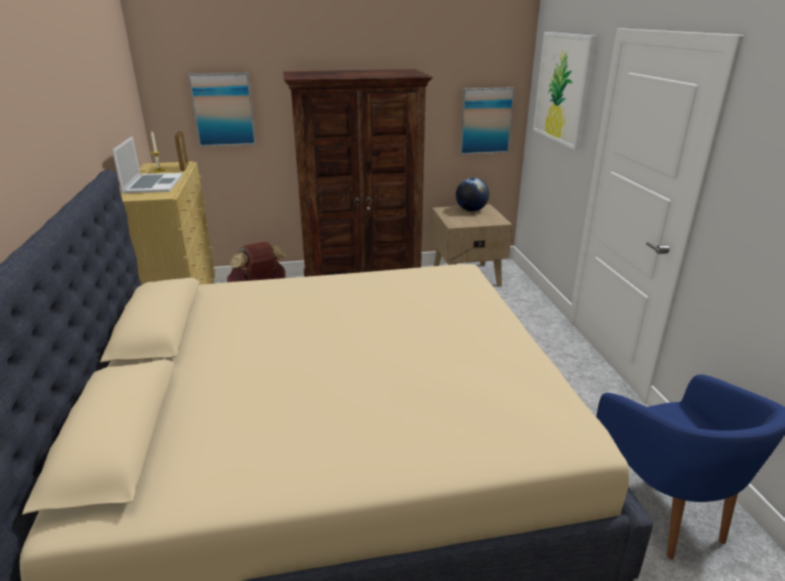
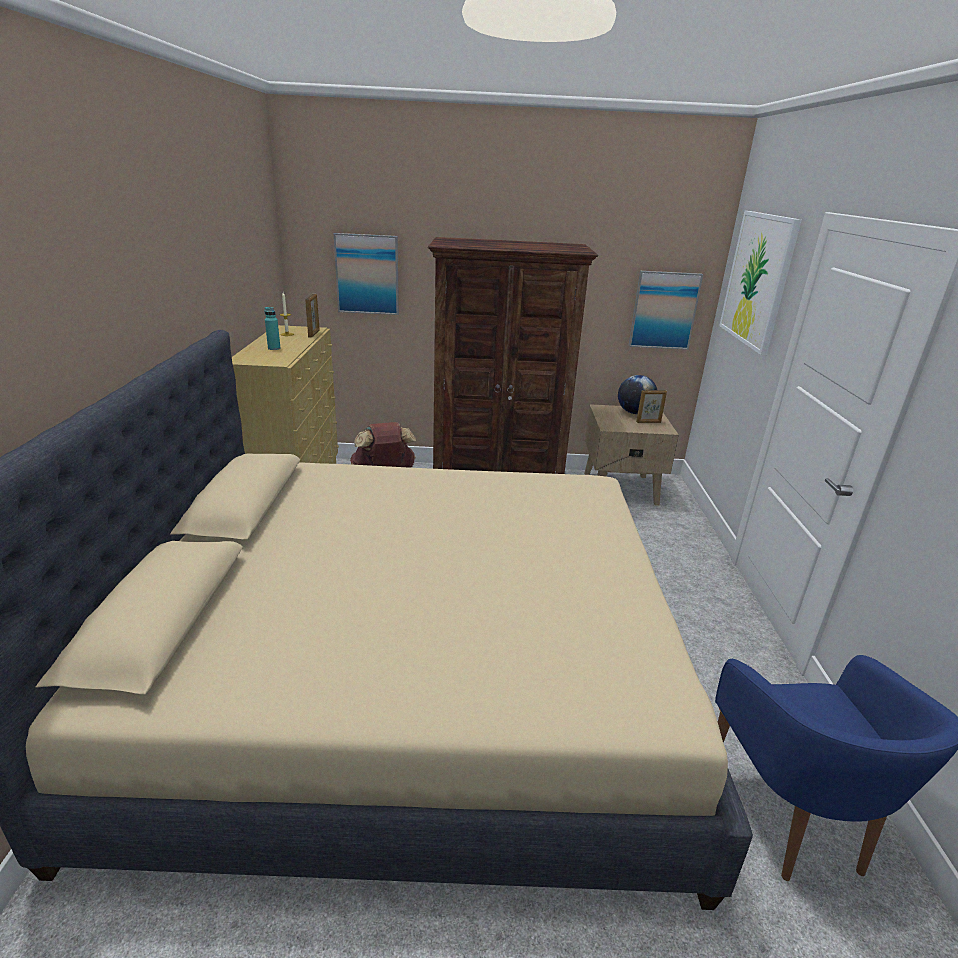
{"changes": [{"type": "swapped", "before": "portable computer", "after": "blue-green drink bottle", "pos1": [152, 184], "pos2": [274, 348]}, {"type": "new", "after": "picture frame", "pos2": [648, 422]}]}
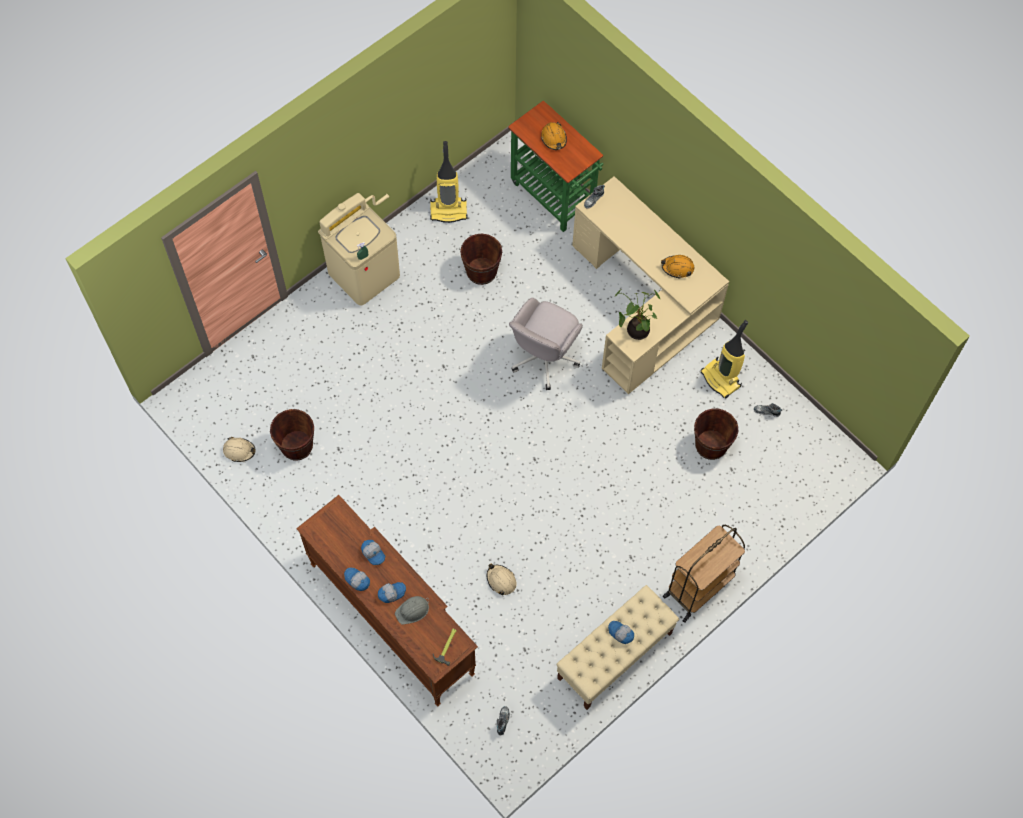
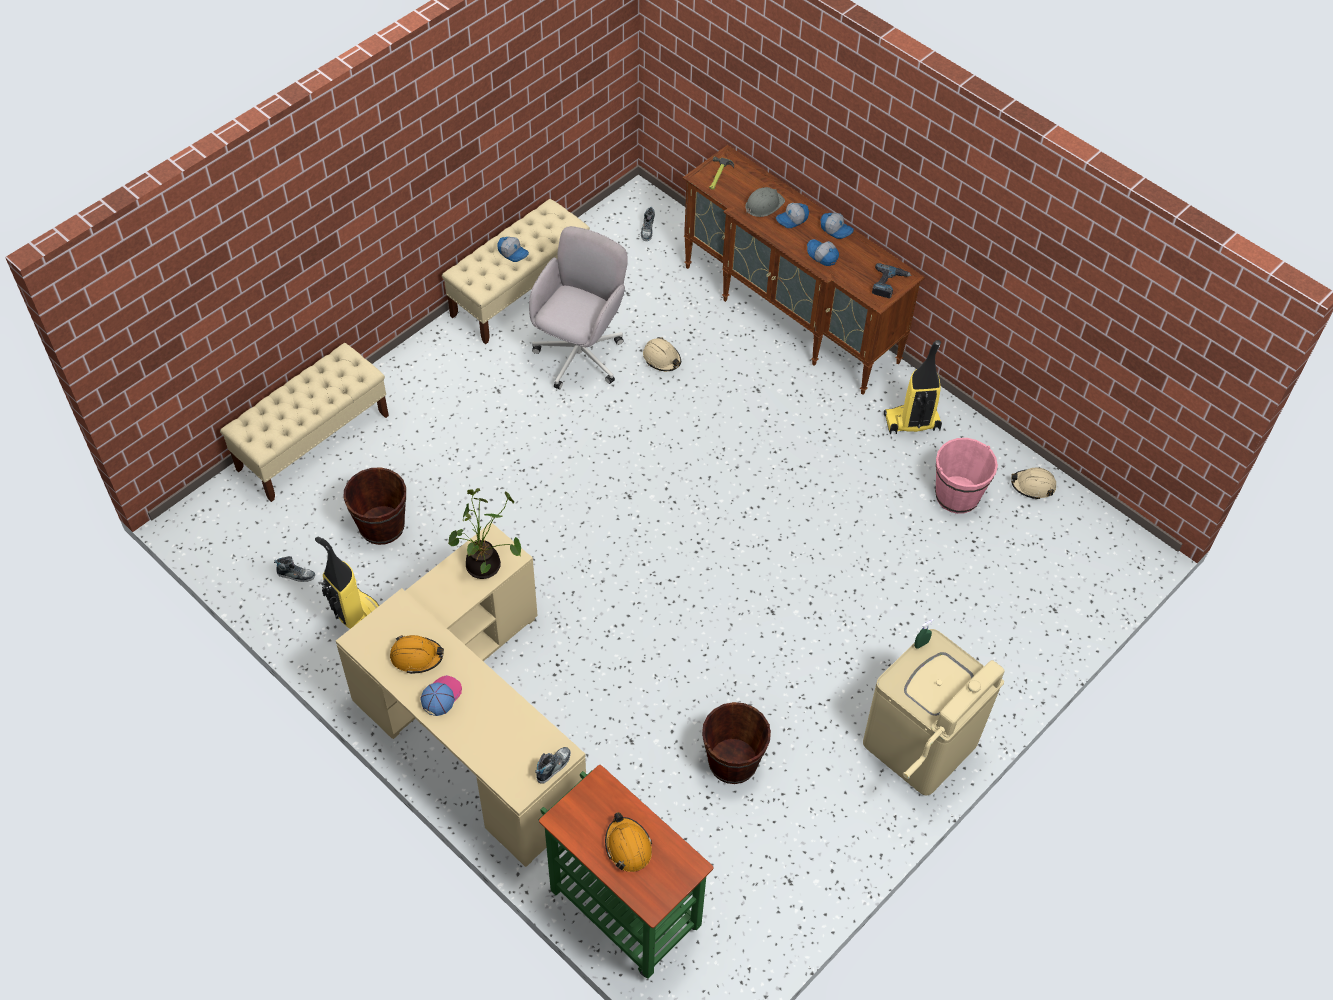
{"changes": [{"type": "new", "after": "beige-coloured long seat", "pos2": [313, 442]}, {"type": "new", "after": "peaked cap", "pos2": [441, 696]}, {"type": "shifted", "before": "grey computer chair", "pos1": [544, 359], "pos2": [580, 356]}, {"type": "new", "after": "electric drill", "pos2": [889, 284]}, {"type": "shifted", "before": "vacuum cleaner", "pos1": [449, 210], "pos2": [911, 423]}, {"type": "repainted", "before": "brownish pail", "after": "pink-coloured pail", "pos1": [296, 446], "pos2": [957, 496]}, {"type": "gone", "before": "brownish trolley", "pos1": [700, 586]}]}
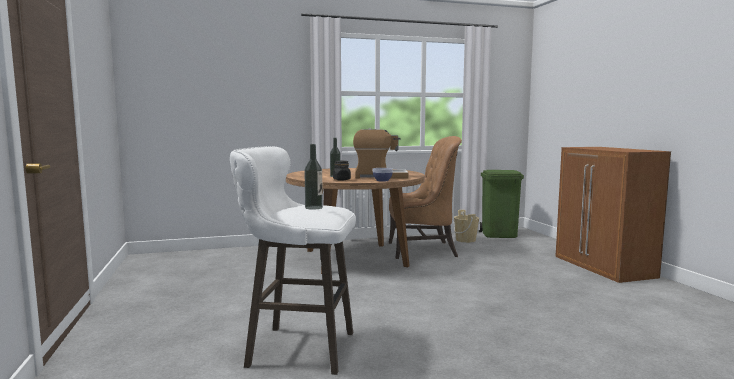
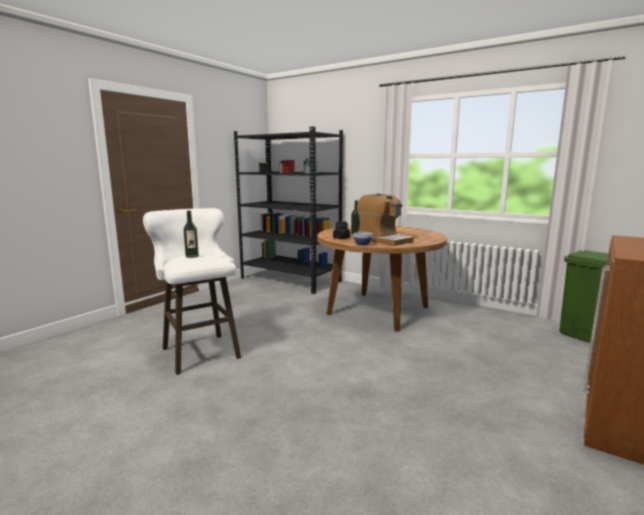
{"changes": [{"type": "new", "after": "blackish bookshelf", "pos2": [290, 280]}, {"type": "gone", "before": "brownish chair", "pos1": [423, 249]}, {"type": "gone", "before": "beige-coloured pail", "pos1": [465, 240]}]}
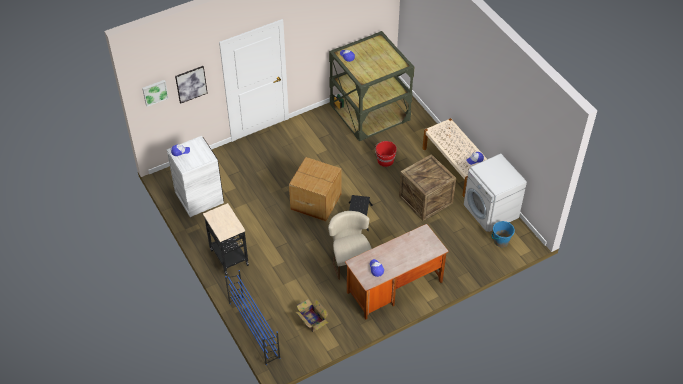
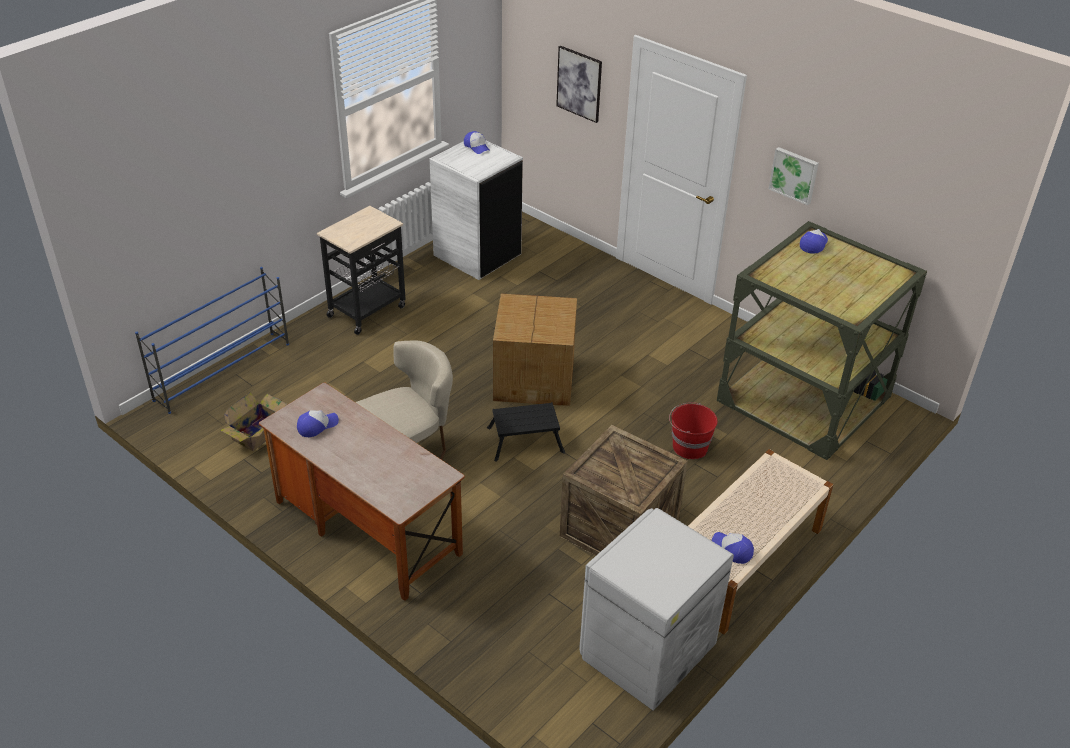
{"changes": [{"type": "shifted", "before": "wall picture", "pos1": [155, 92], "pos2": [794, 175]}, {"type": "gone", "before": "bluish pail", "pos1": [501, 241]}]}
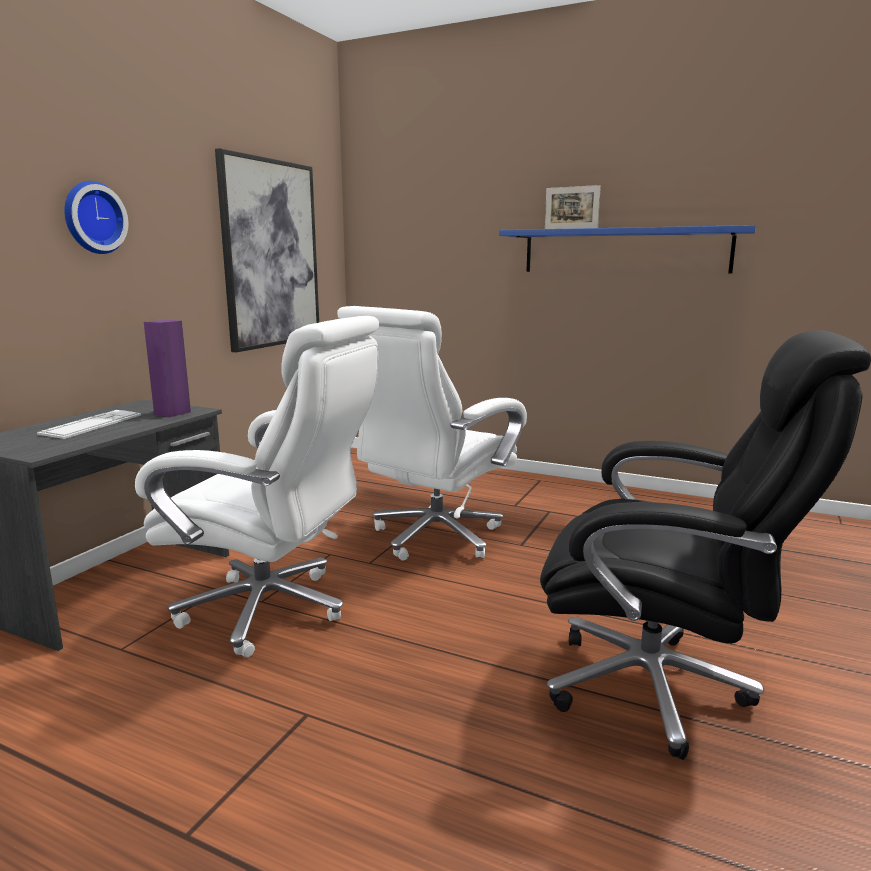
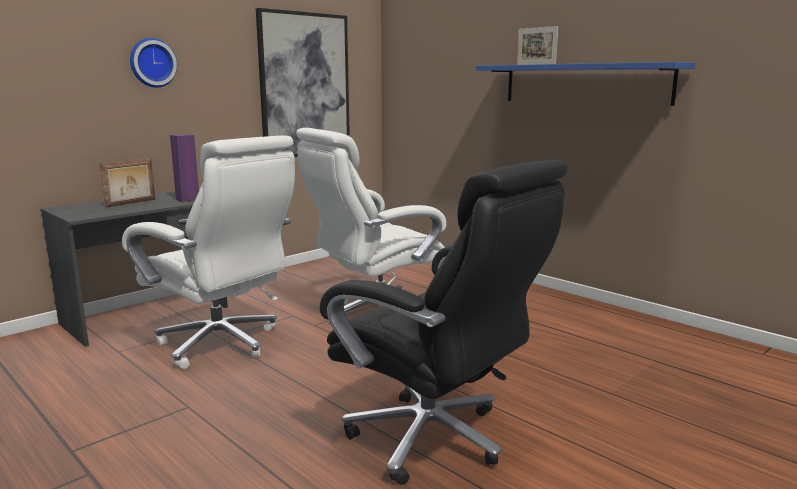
{"changes": [{"type": "swapped", "before": "computer keyboard", "after": "picture frame", "pos1": [92, 425], "pos2": [131, 203]}]}
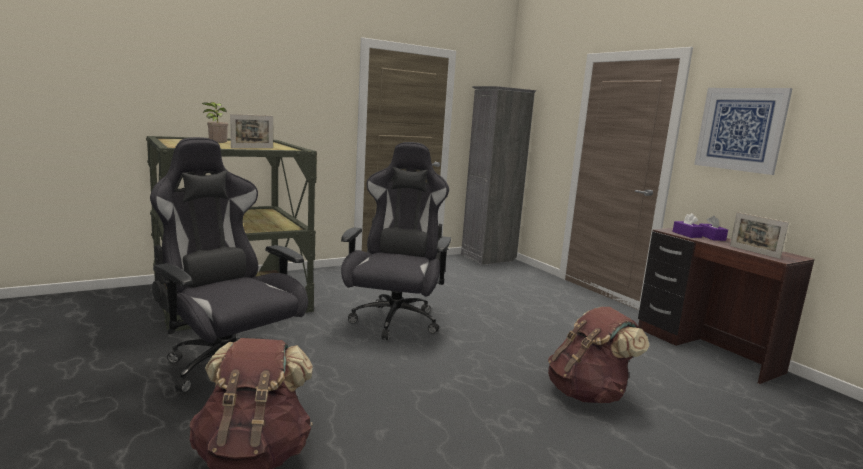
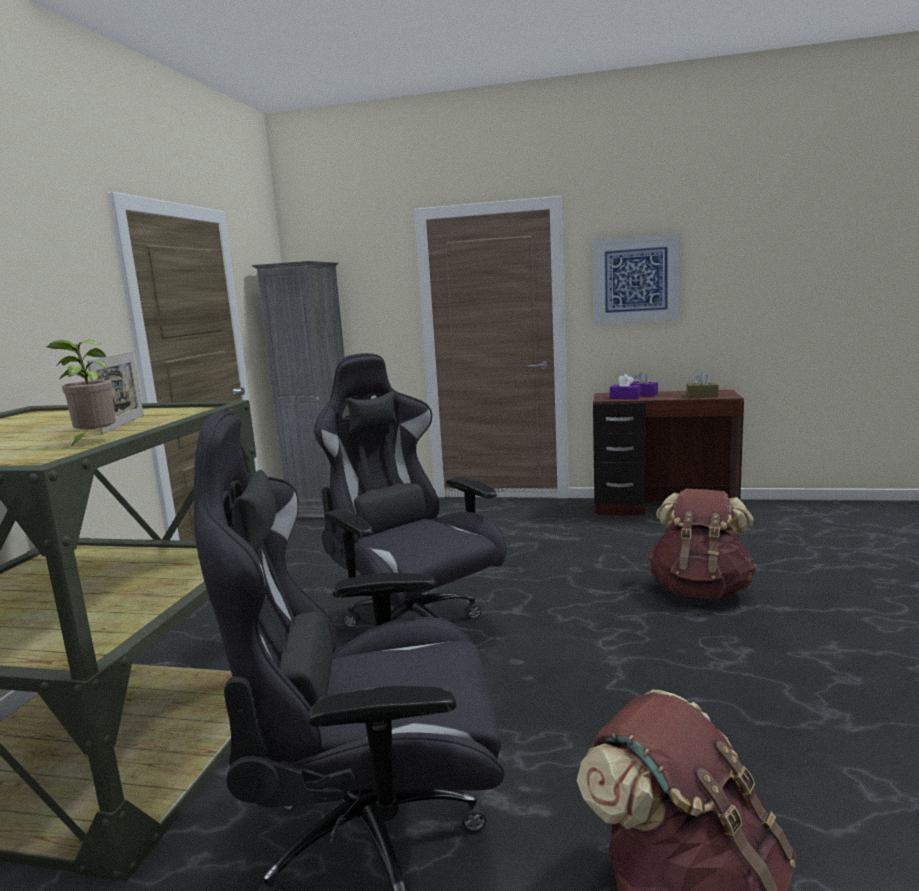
{"changes": [{"type": "swapped", "before": "picture frame", "after": "brownish tissue box", "pos1": [754, 252], "pos2": [702, 396]}]}
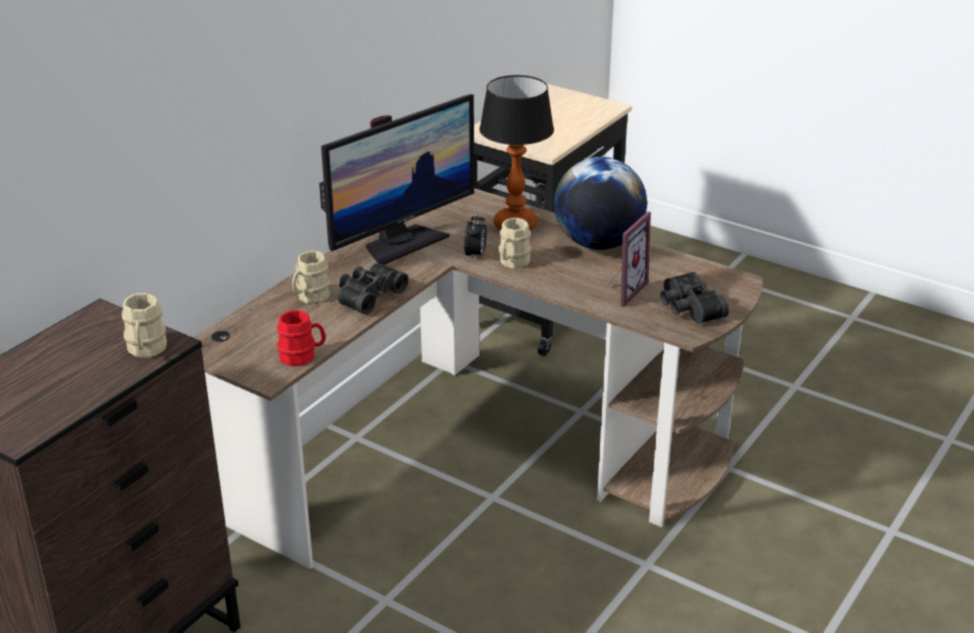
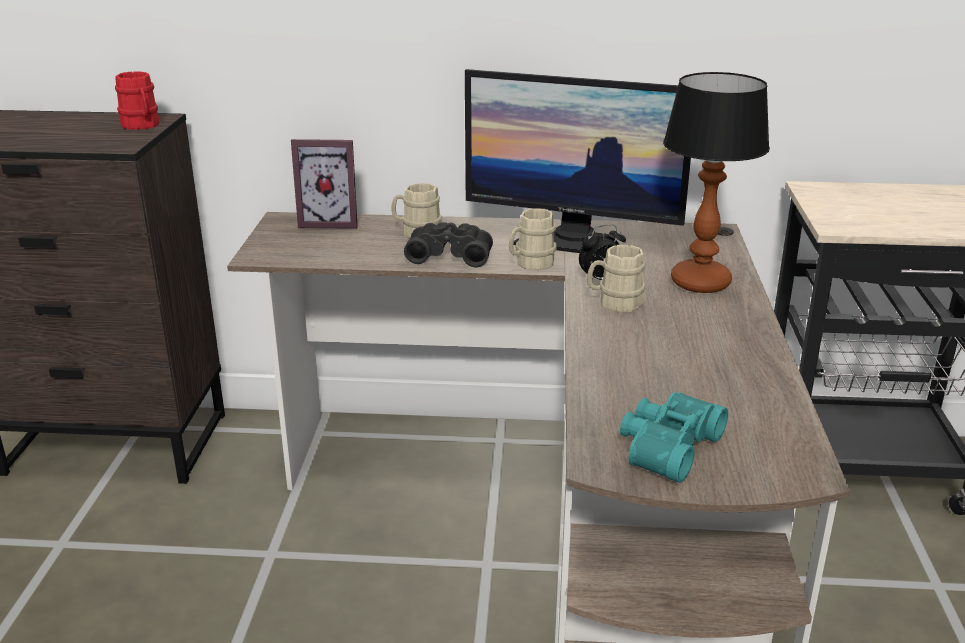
{"changes": [{"type": "shifted", "before": "red mug", "pos1": [302, 356], "pos2": [142, 126]}, {"type": "shifted", "before": "picture frame", "pos1": [622, 290], "pos2": [330, 221]}, {"type": "shifted", "before": "beige-coloured mug", "pos1": [146, 350], "pos2": [530, 264]}, {"type": "repainted", "before": "blackish pair of binoculars", "after": "blue-green pair of binoculars", "pos1": [688, 308], "pos2": [666, 446]}, {"type": "gone", "before": "world globe", "pos1": [598, 244]}]}
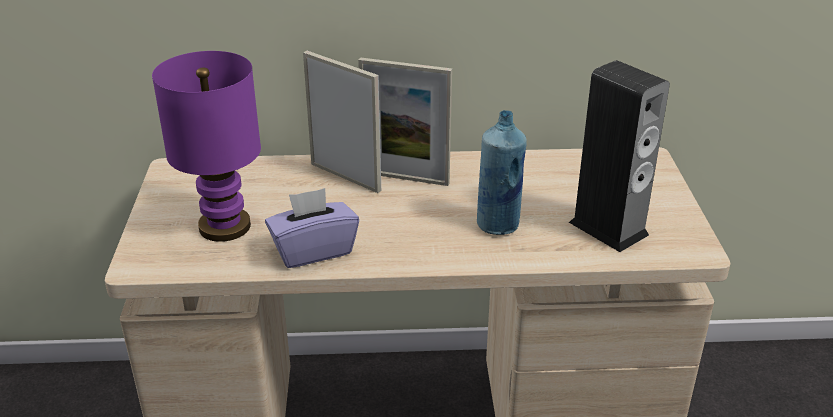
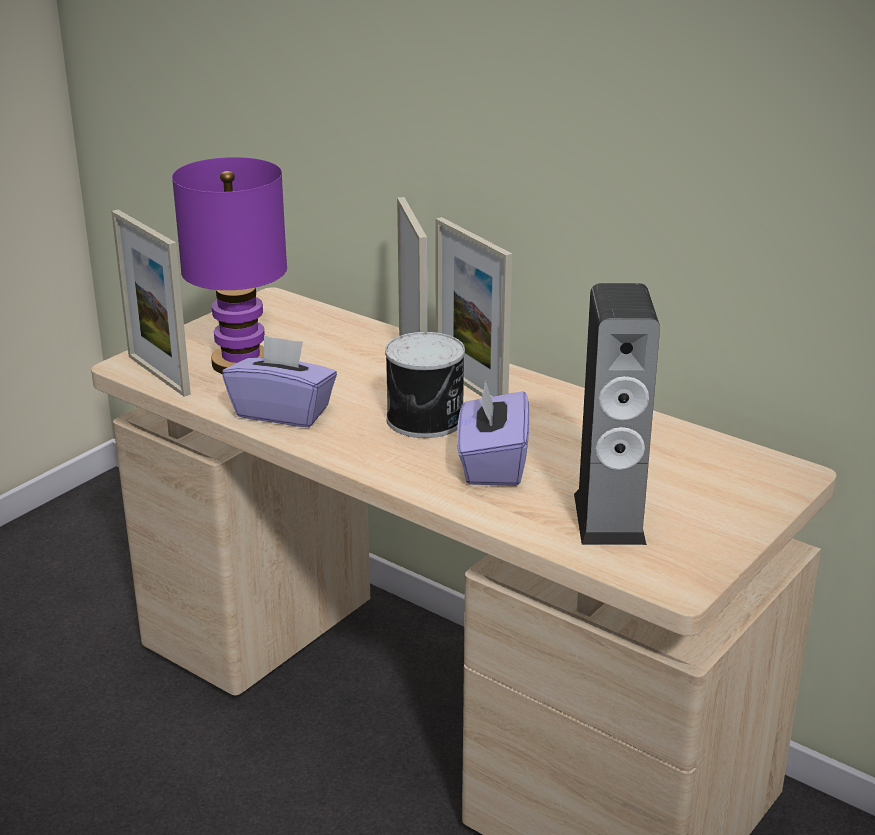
{"changes": [{"type": "new", "after": "picture frame", "pos2": [158, 375]}, {"type": "new", "after": "sealed can", "pos2": [427, 419]}, {"type": "swapped", "before": "bluish drink bottle", "after": "purple-coloured tissue box", "pos1": [498, 225], "pos2": [492, 465]}]}
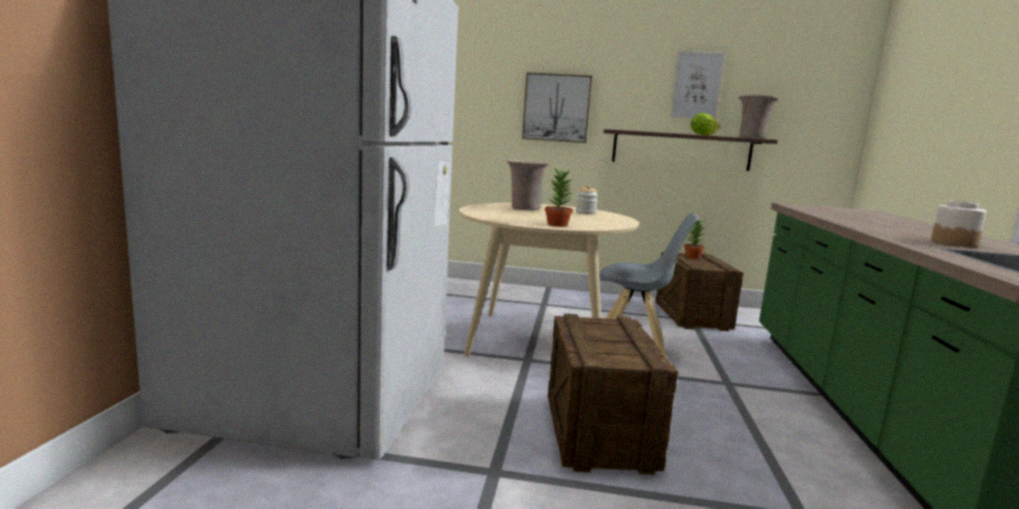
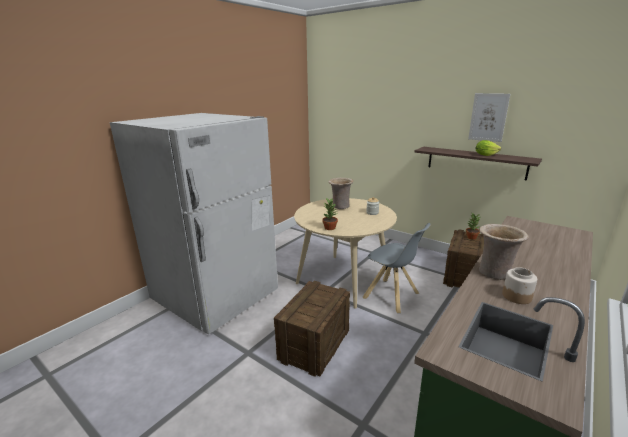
{"changes": [{"type": "shifted", "before": "beige-coloured flower vase", "pos1": [751, 138], "pos2": [494, 272]}, {"type": "gone", "before": "wall picture", "pos1": [556, 108]}]}
